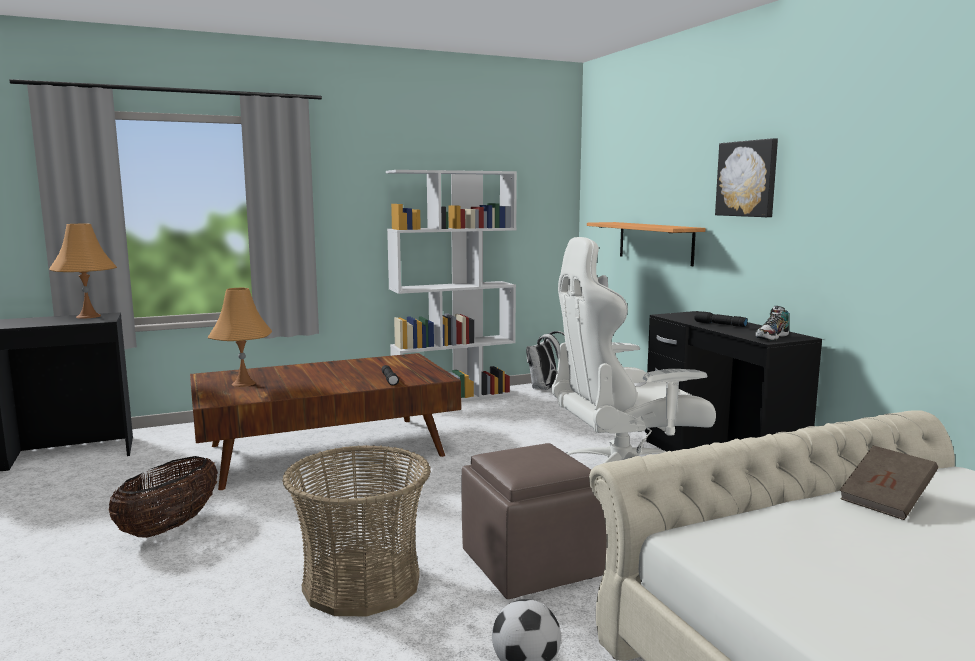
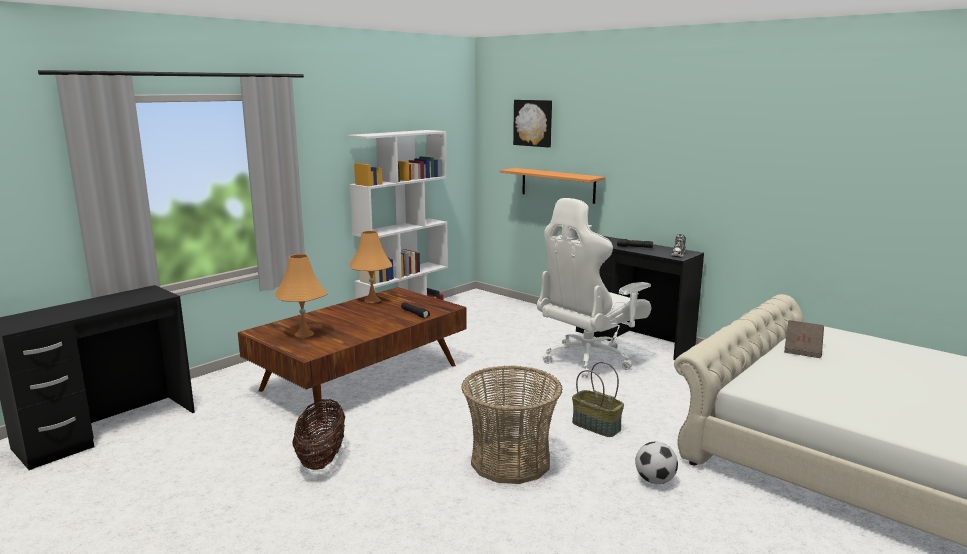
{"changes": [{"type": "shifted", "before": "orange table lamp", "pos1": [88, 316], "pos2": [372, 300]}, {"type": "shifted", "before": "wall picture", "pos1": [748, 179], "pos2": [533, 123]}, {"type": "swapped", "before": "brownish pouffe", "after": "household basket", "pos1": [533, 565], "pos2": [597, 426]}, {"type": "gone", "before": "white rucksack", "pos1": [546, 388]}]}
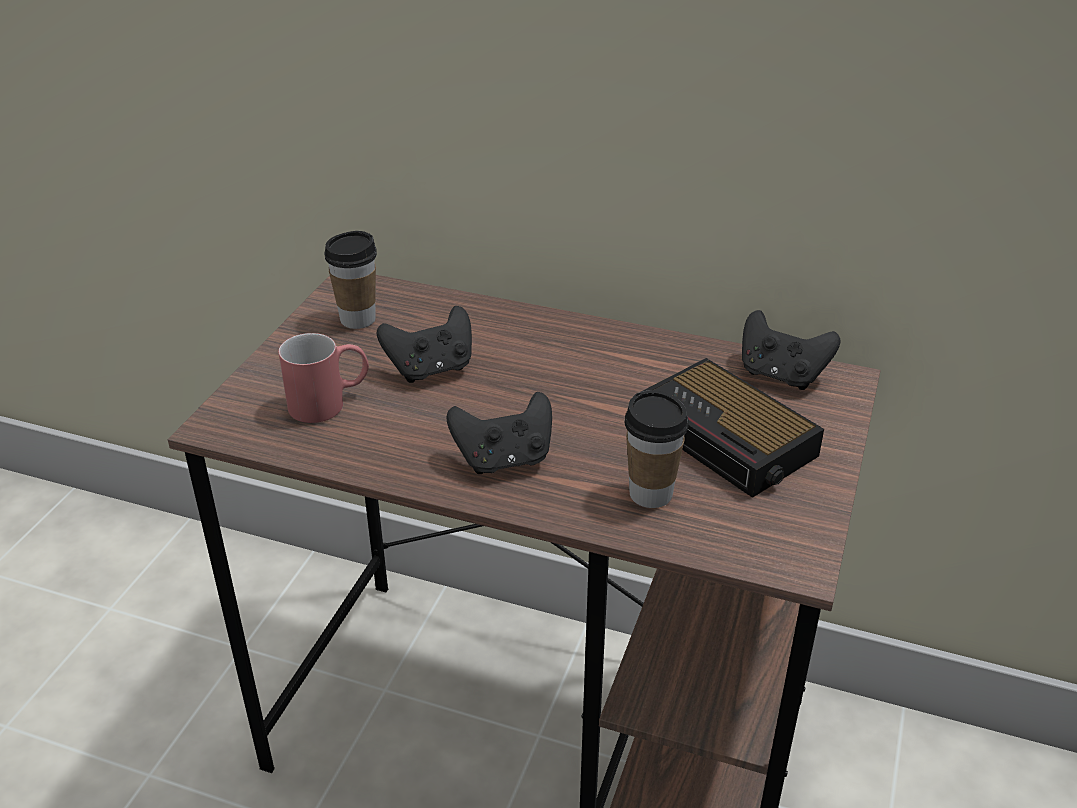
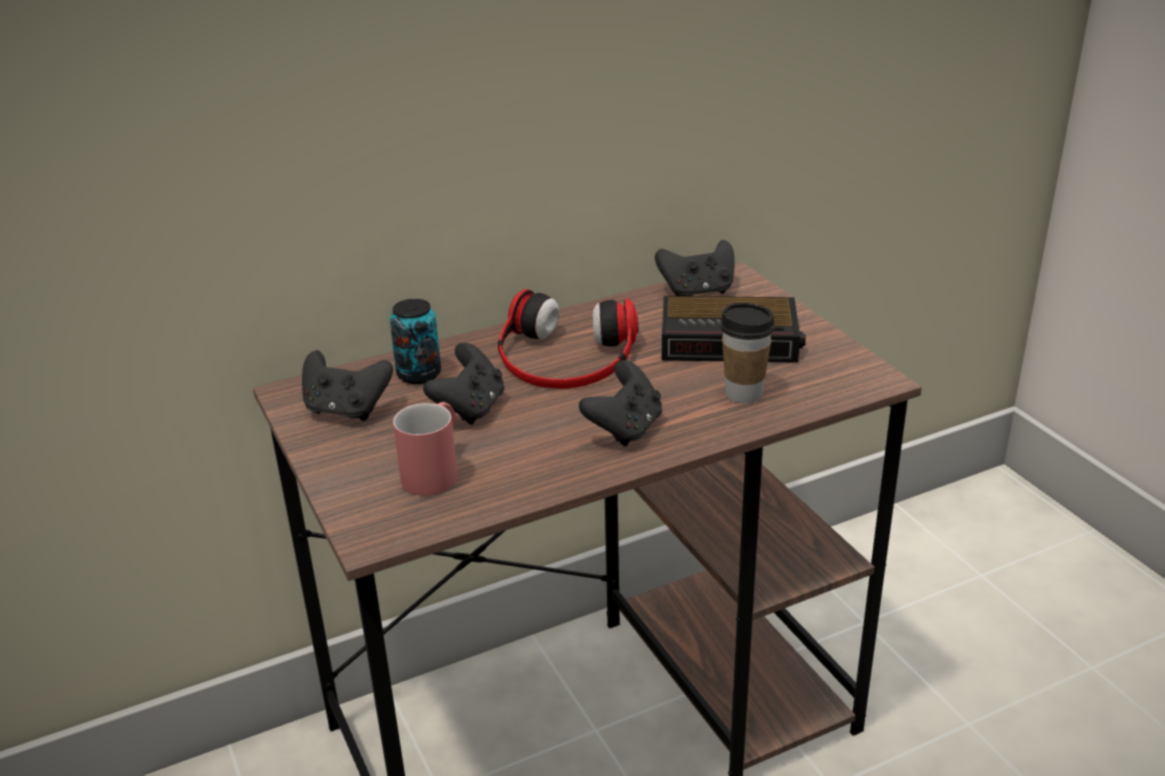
{"changes": [{"type": "swapped", "before": "drinking cup", "after": "blackish joypad", "pos1": [358, 319], "pos2": [346, 410]}, {"type": "new", "after": "sealed can", "pos2": [419, 374]}, {"type": "new", "after": "headset", "pos2": [565, 356]}]}
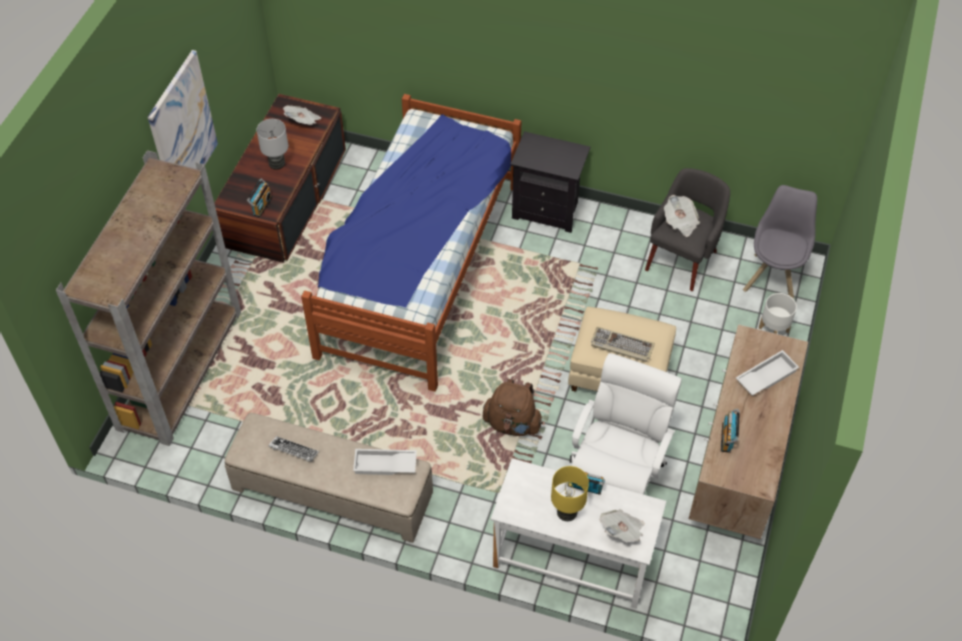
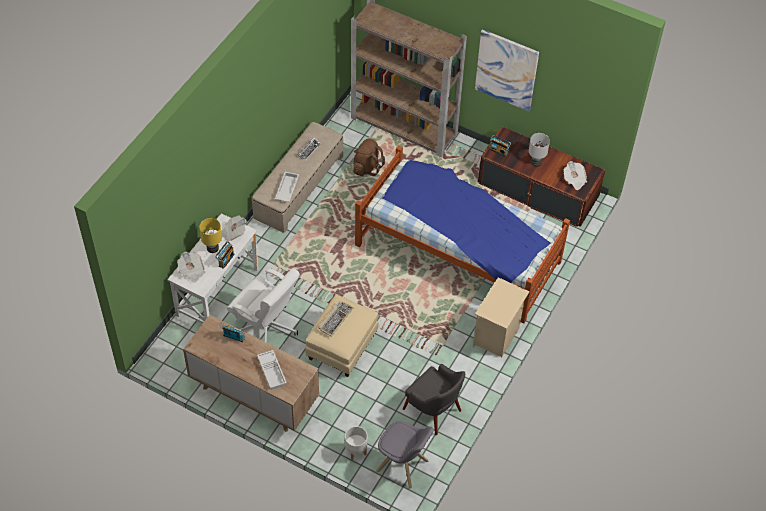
{"changes": [{"type": "shifted", "before": "newspaper", "pos1": [680, 222], "pos2": [233, 233]}, {"type": "shifted", "before": "brownish rucksack", "pos1": [512, 423], "pos2": [366, 167]}, {"type": "repainted", "before": "blackish bedside table", "after": "beige-coloured bedside table", "pos1": [547, 210], "pos2": [497, 336]}]}
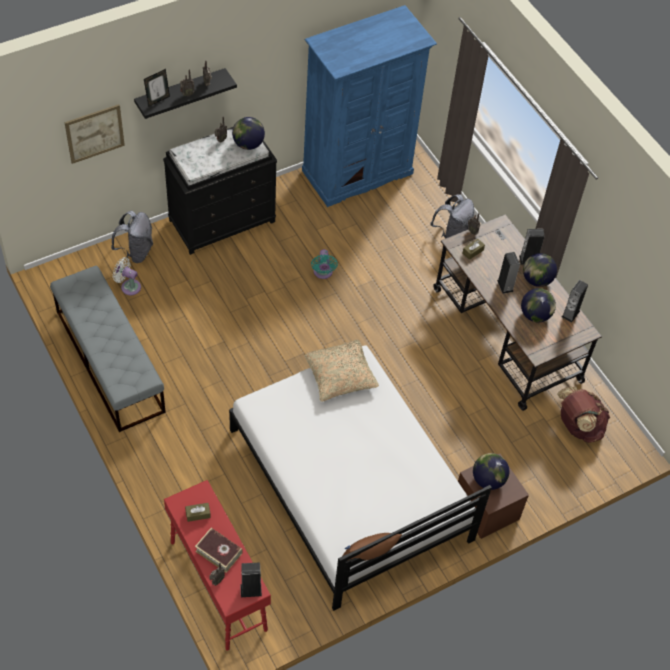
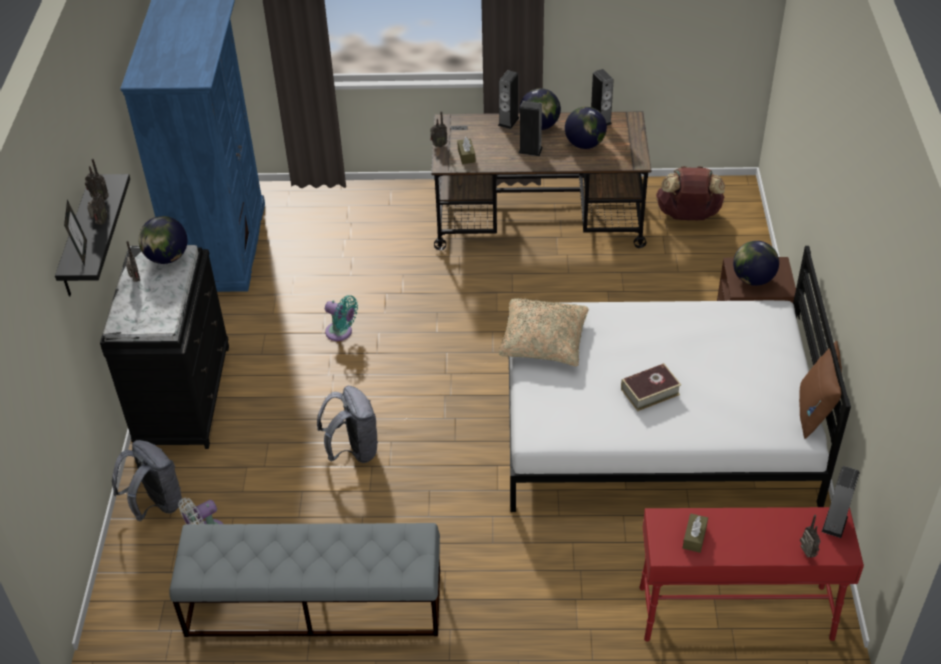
{"changes": [{"type": "shifted", "before": "grey rucksack", "pos1": [452, 235], "pos2": [353, 450]}, {"type": "shifted", "before": "bound book", "pos1": [218, 552], "pos2": [650, 392]}, {"type": "gone", "before": "wall picture", "pos1": [94, 133]}]}
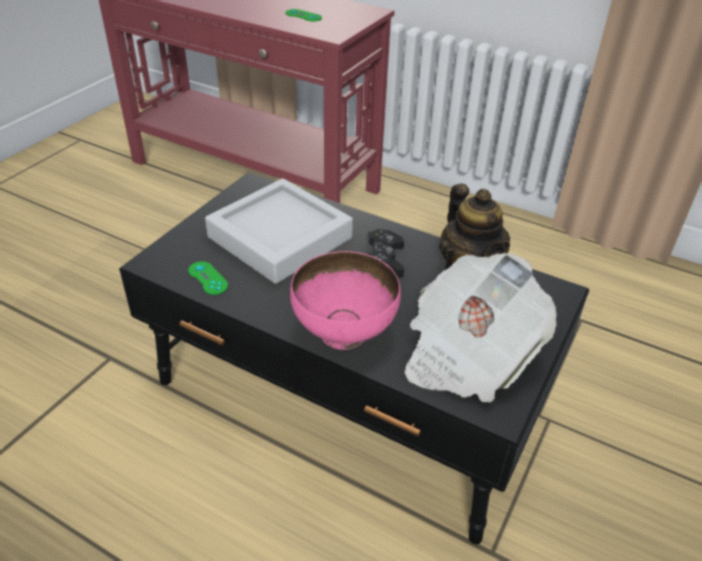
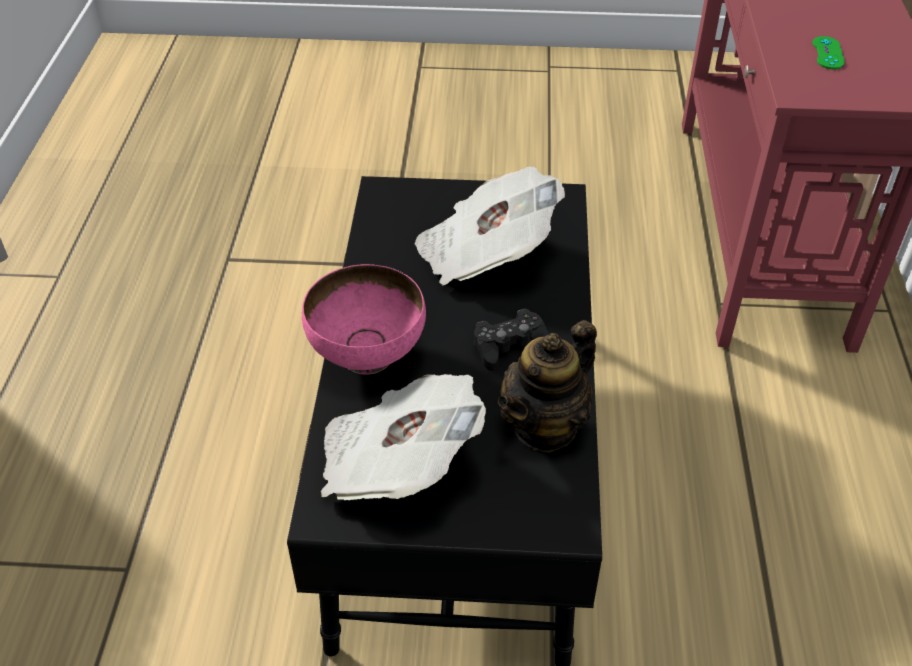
{"changes": [{"type": "swapped", "before": "grey serving tray", "after": "newspaper", "pos1": [280, 238], "pos2": [485, 254]}, {"type": "gone", "before": "green joypad", "pos1": [208, 278]}]}
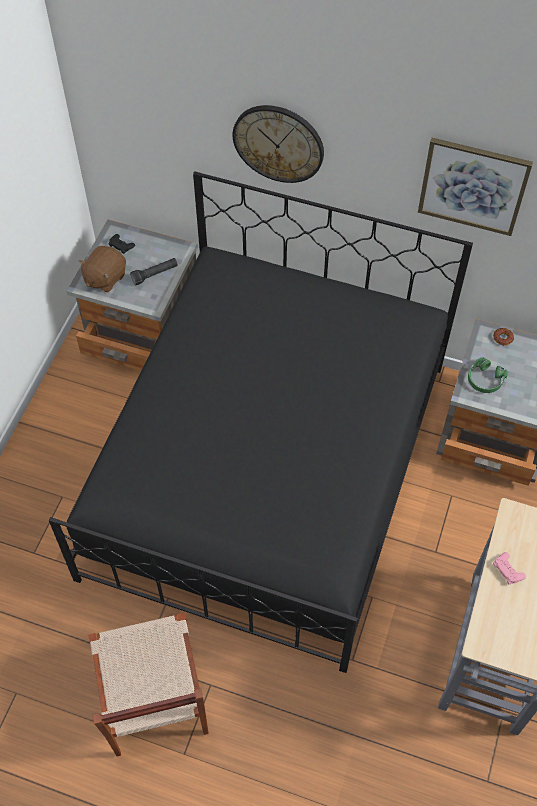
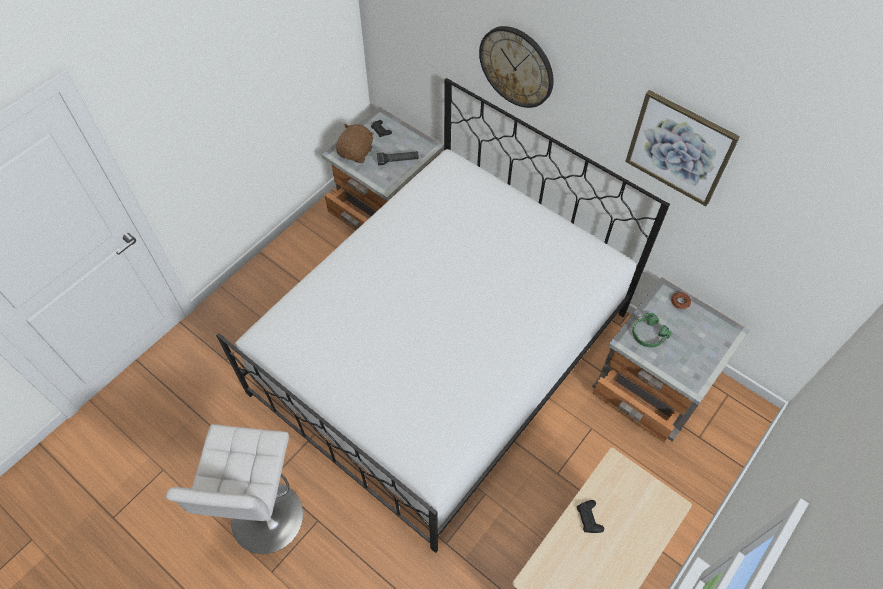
{"changes": [{"type": "swapped", "before": "chair", "after": "white stool seat", "pos1": [154, 702], "pos2": [266, 518]}, {"type": "repainted", "before": "blackish bed", "after": "white bed", "pos1": [269, 468], "pos2": [442, 352]}, {"type": "rotated", "before": "brownish soft toy", "pos1": [105, 278], "pos2": [356, 152], "turn": 150}, {"type": "repainted", "before": "pink-coloured joypad", "after": "blackish joypad", "pos1": [508, 570], "pos2": [589, 518]}]}
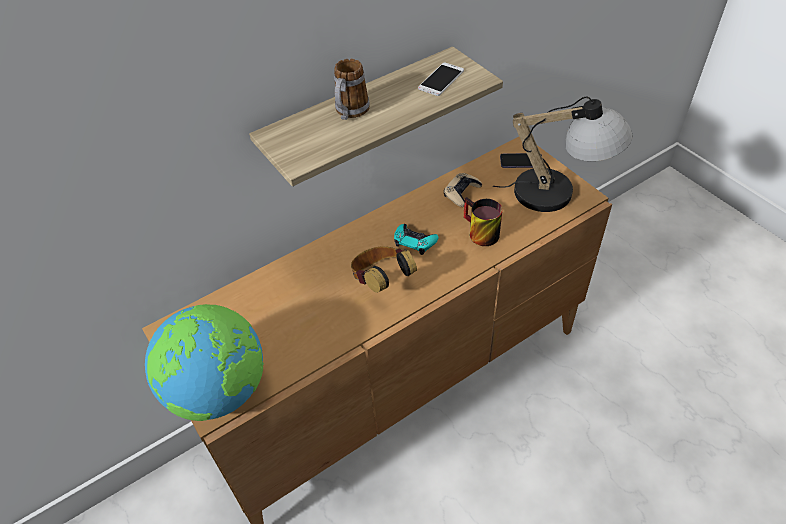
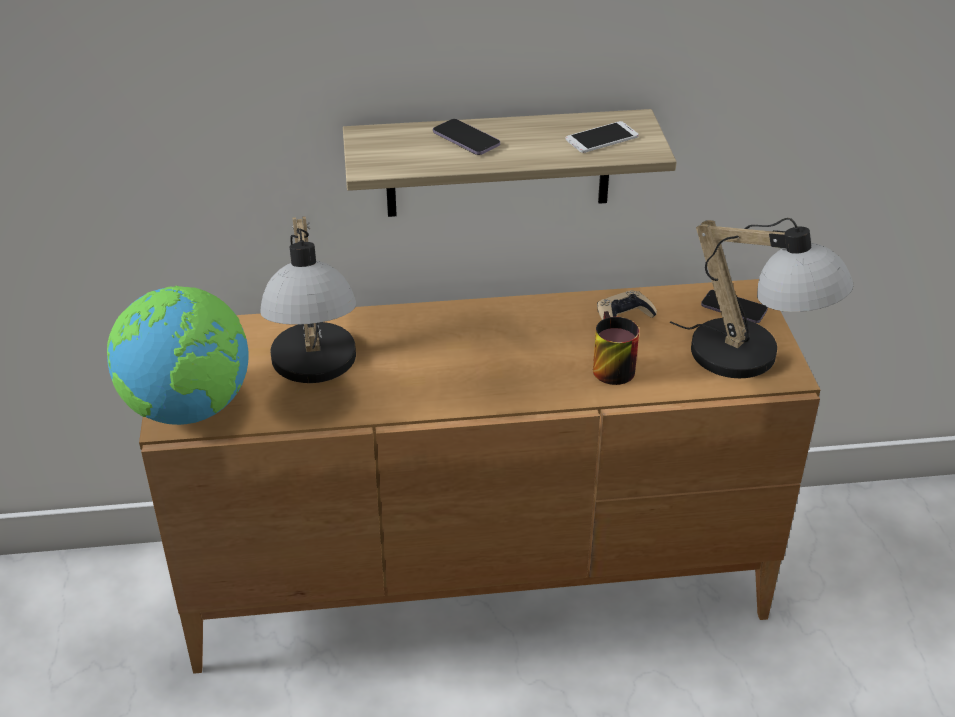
{"changes": [{"type": "new", "after": "table lamp", "pos2": [315, 372]}, {"type": "swapped", "before": "mug", "after": "handset", "pos1": [350, 113], "pos2": [466, 139]}, {"type": "gone", "before": "headset", "pos1": [381, 280]}, {"type": "gone", "before": "blue-green joypad", "pos1": [414, 241]}]}
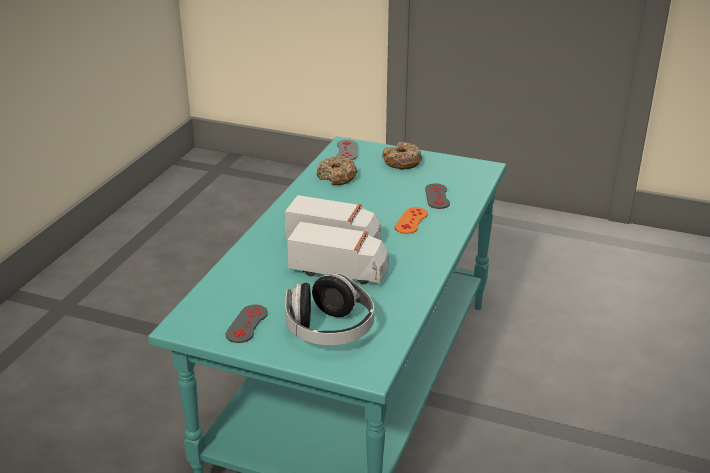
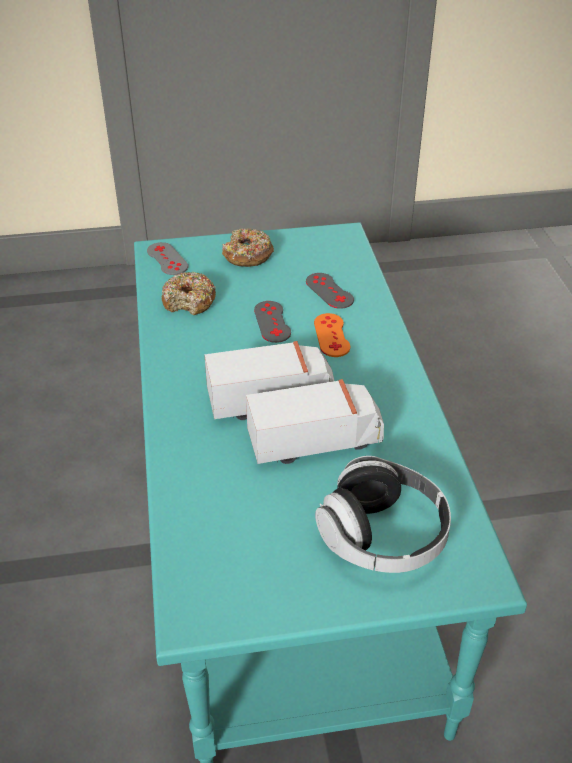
{"changes": [{"type": "shifted", "before": "grey joypad", "pos1": [247, 324], "pos2": [272, 322]}]}
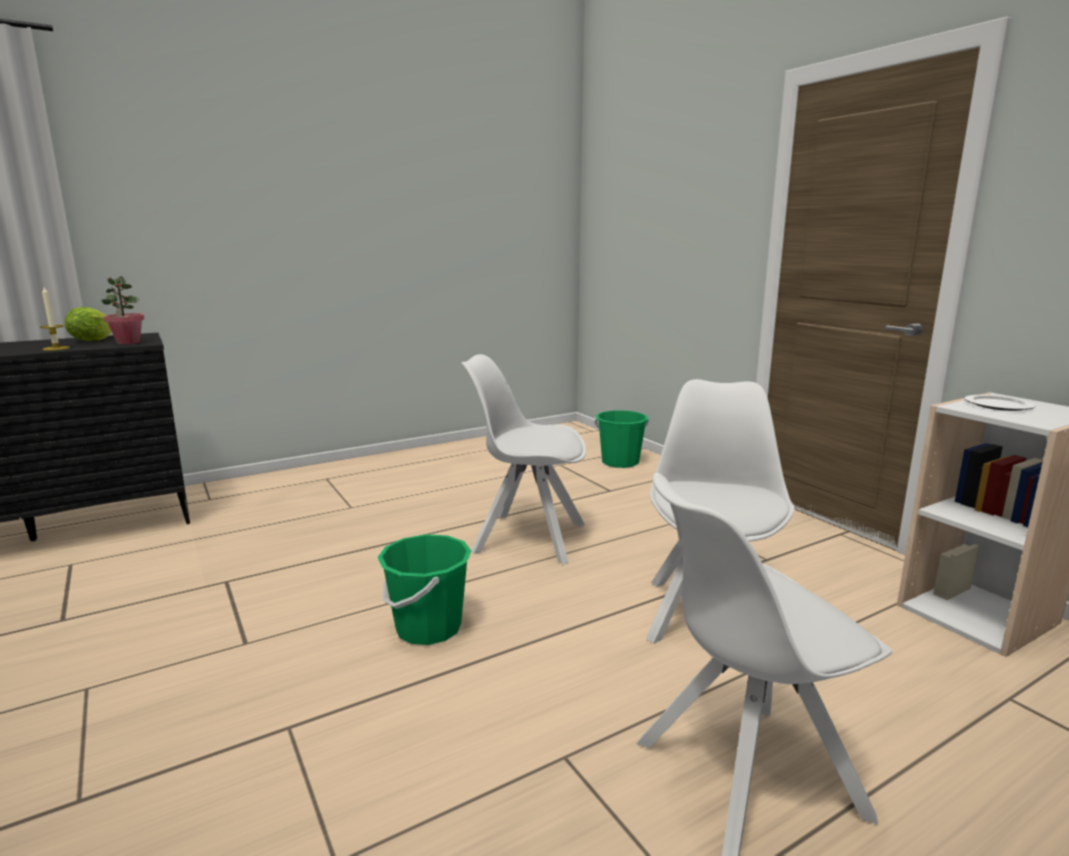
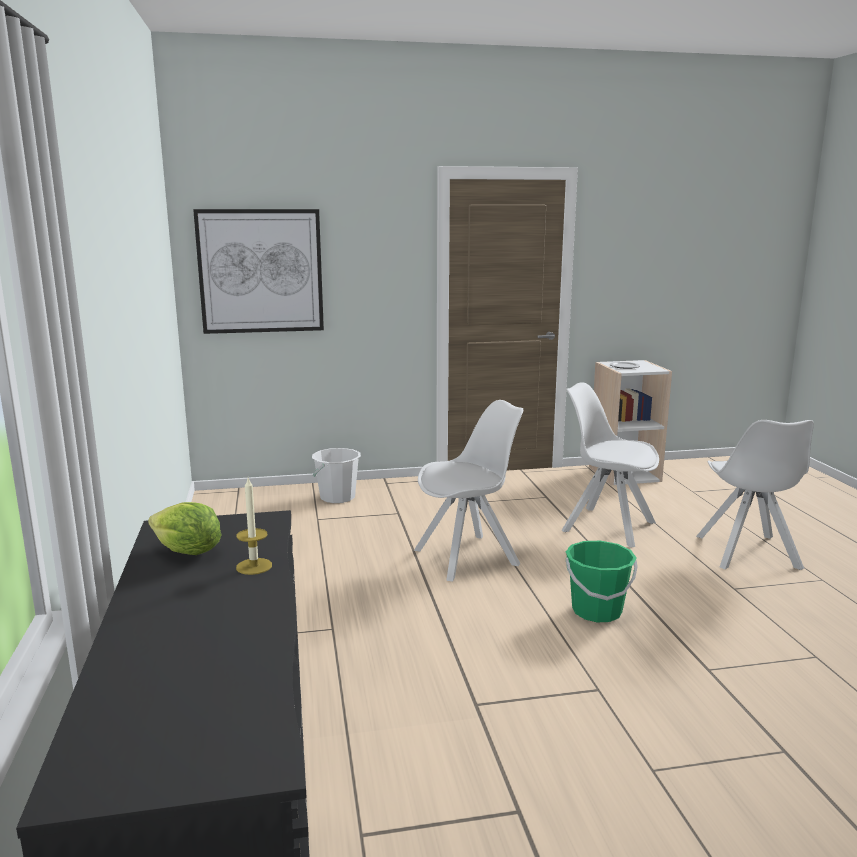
{"changes": [{"type": "new", "after": "wall picture", "pos2": [260, 271]}, {"type": "repainted", "before": "green pail", "after": "white pail", "pos1": [620, 462], "pos2": [337, 497]}, {"type": "rotated", "before": "white chair", "pos1": [527, 537], "pos2": [468, 557], "turn": -150}, {"type": "gone", "before": "houseplant", "pos1": [128, 342]}]}
